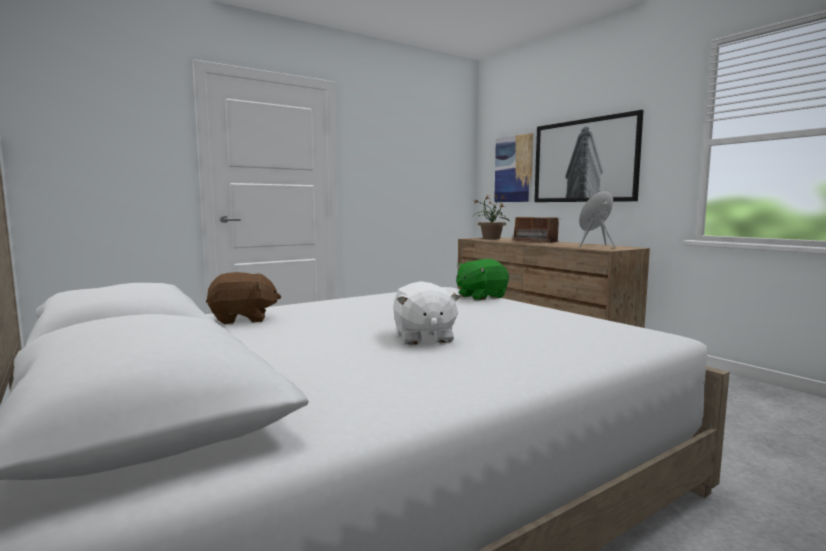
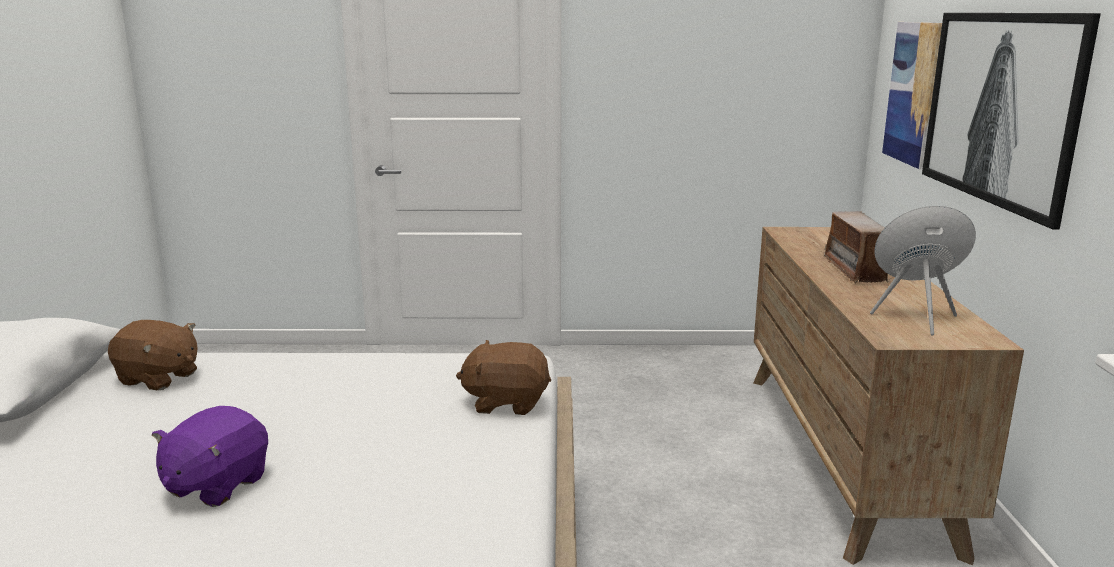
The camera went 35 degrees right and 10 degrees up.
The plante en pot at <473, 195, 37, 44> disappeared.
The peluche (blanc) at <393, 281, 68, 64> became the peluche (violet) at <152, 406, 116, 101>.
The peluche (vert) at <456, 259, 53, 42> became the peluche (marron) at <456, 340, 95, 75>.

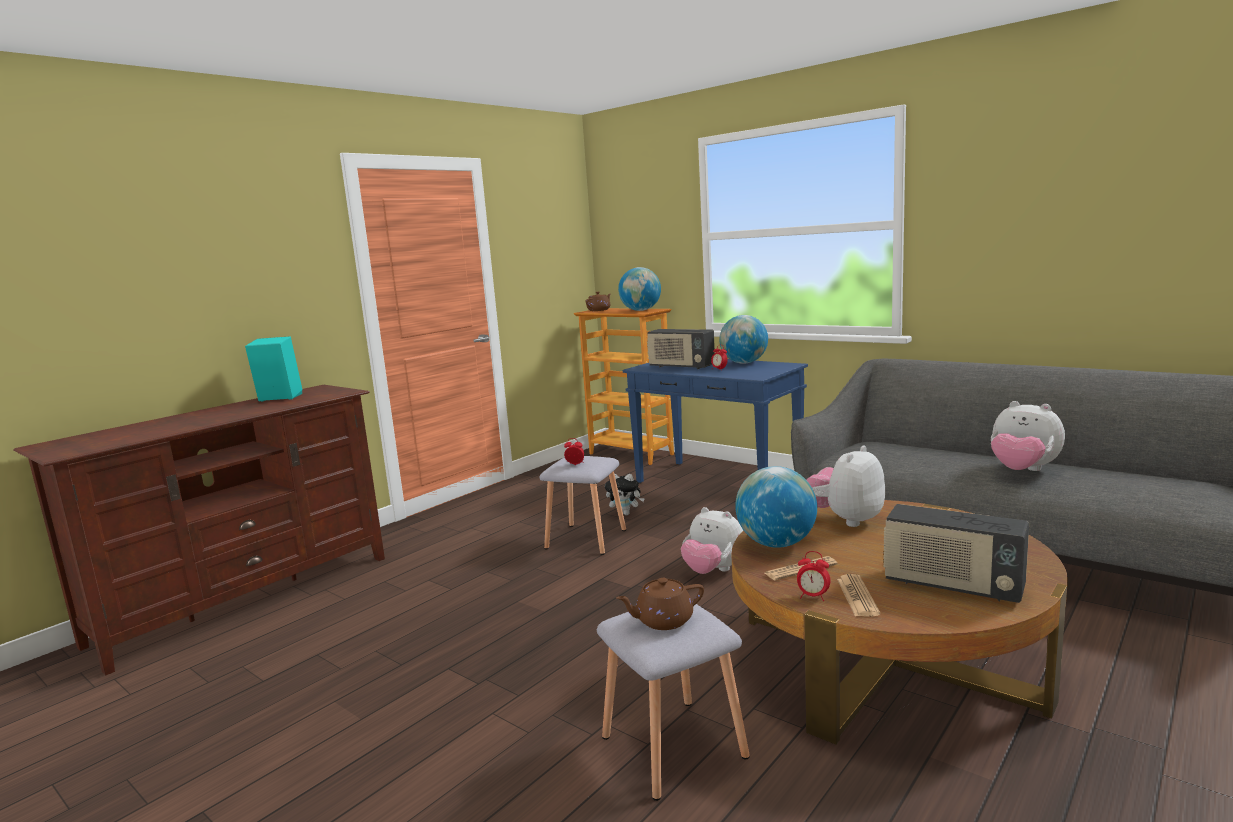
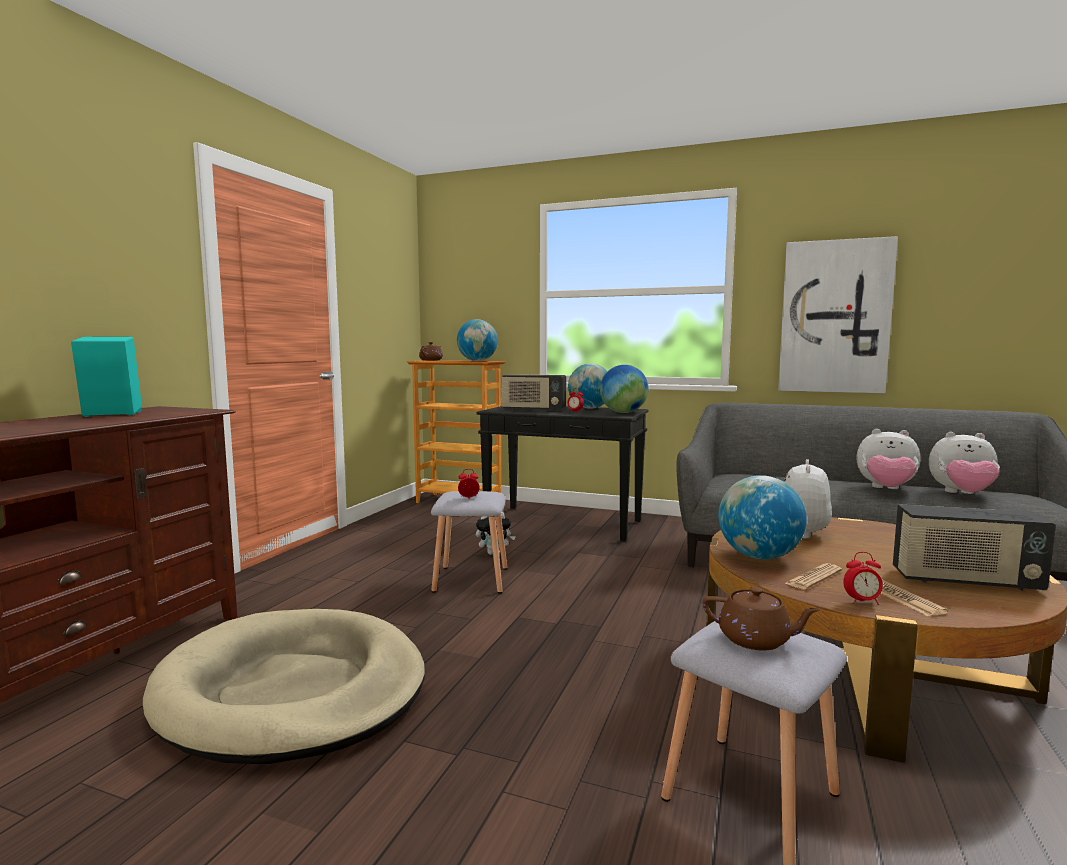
The camera went 20 degrees left and 5 degrees down.
The panier pour chien (beige) at <143, 609, 282, 155> appeared.
The globe at <600, 365, 49, 48> appeared.
The tableau at <778, 236, 120, 157> appeared.
The peluche moved from <681, 507, 62, 67> to <929, 432, 71, 62>.
The table console (bleu) at <623, 359, 185, 124> became the table console (noir) at <477, 406, 172, 136>.
The théière (marron) at <616, 578, 88, 52> turned 120 degrees counterclockwise.

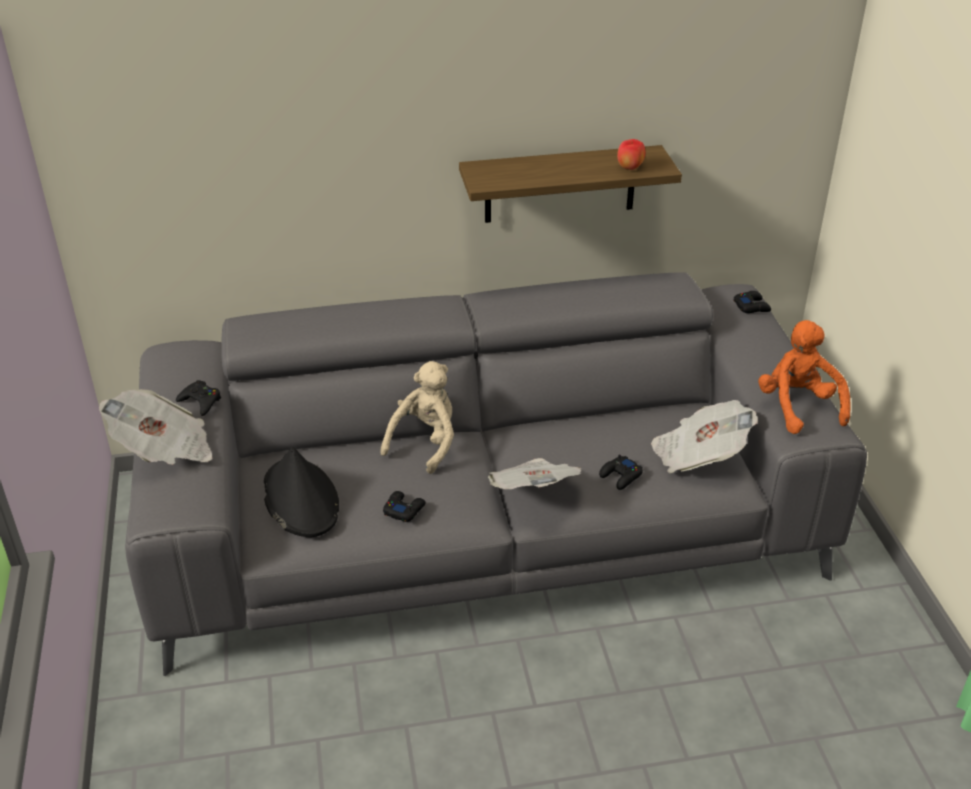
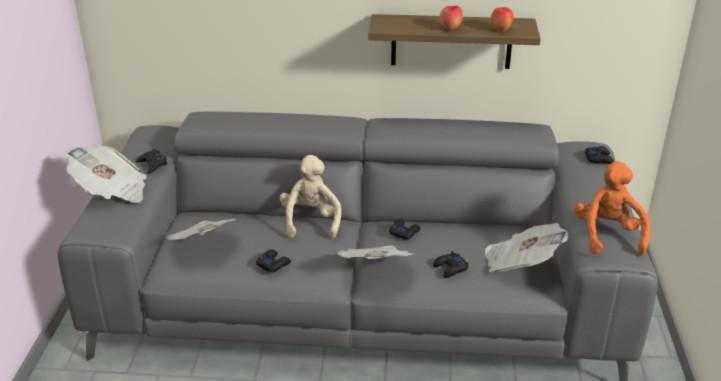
The camera went 15 degrees right and 5 degrees down.
The manette (noir) at <389, 219, 31, 21> appeared.
The pomme at <439, 5, 24, 25> appeared.
The chapeau (noir) at <264, 447, 75, 90> was replaced by the journal at <165, 219, 70, 21>.
The peluche (beige) at <380, 361, 74, 113> turned 45 degrees counterclockwise.

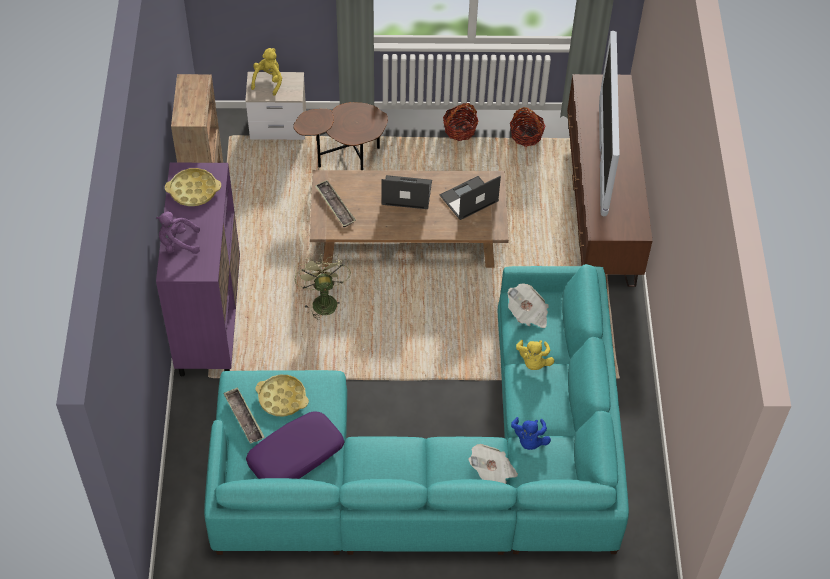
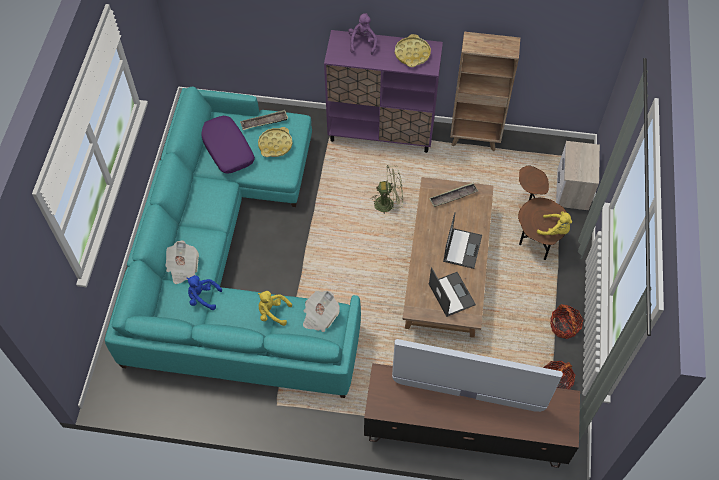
The camera went 100 degrees right and 5 degrees up.
The peluche (jaune) moved from <251, 48, 31, 48> to <537, 211, 35, 24>.

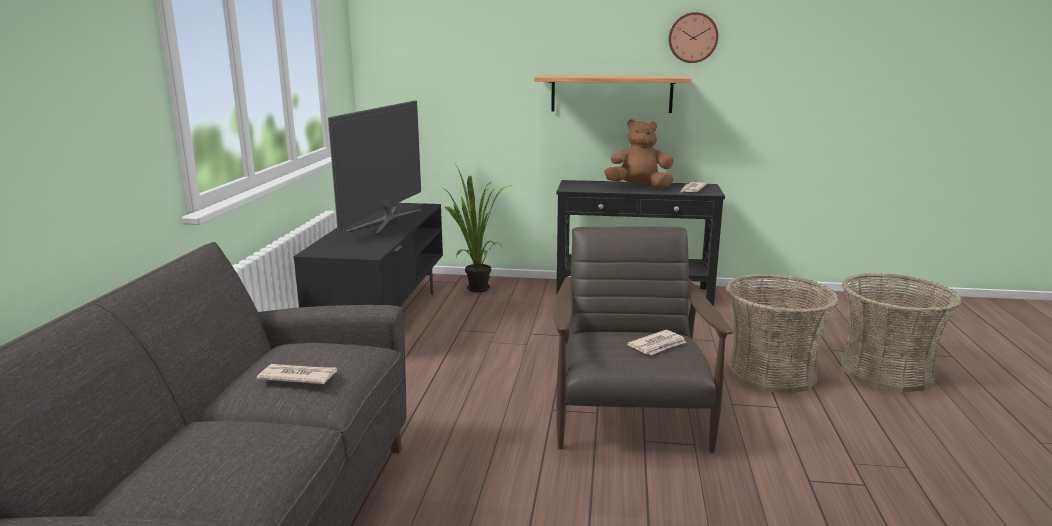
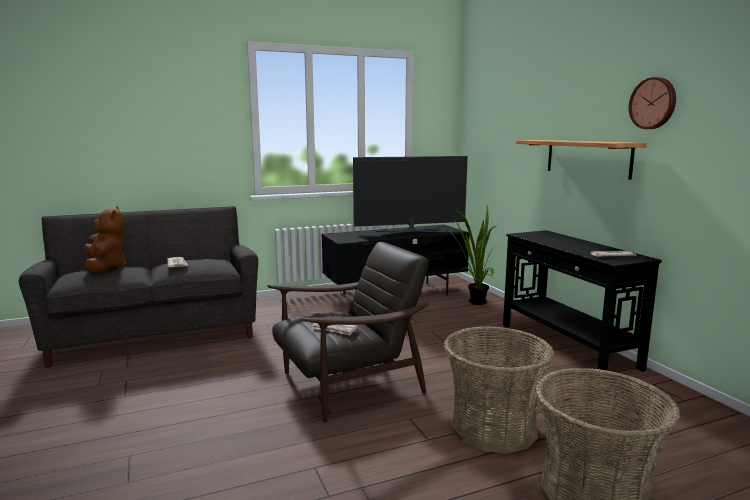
The camera went 60 degrees right and 5 degrees down.
The peluche (marron) moved from <604, 119, 70, 69> to <84, 206, 42, 67>.

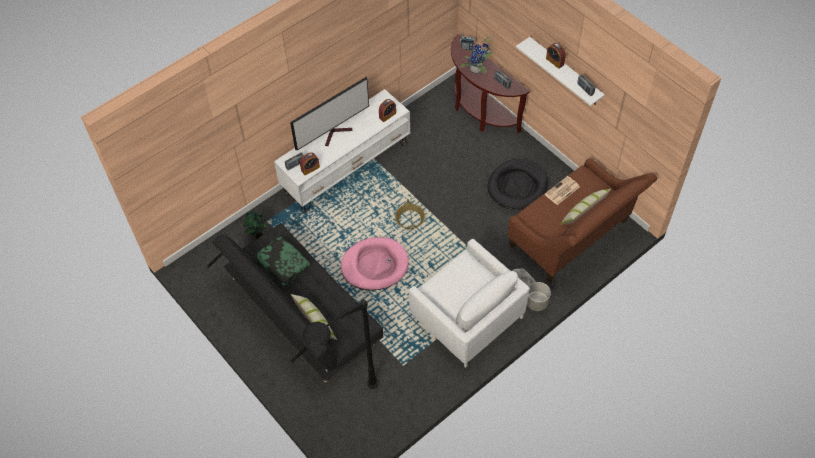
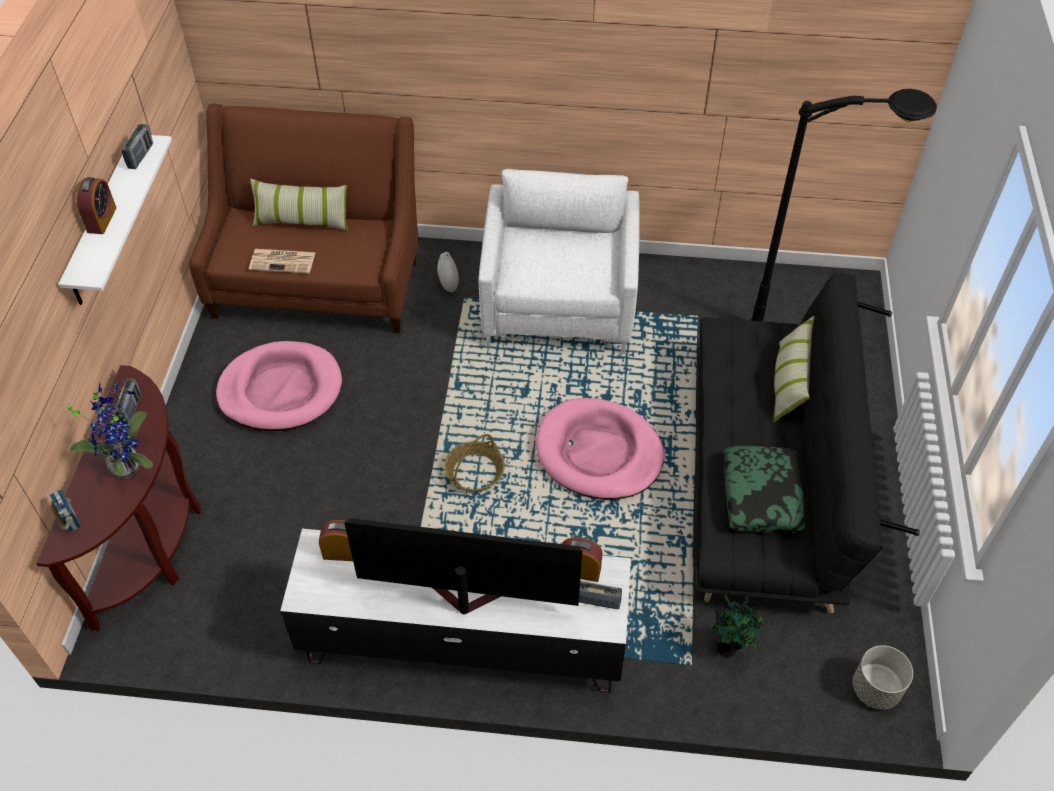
The camera went 135 degrees left and 5 degrees down.
The cache-pot (gris) moved from <527, 282, 24, 29> to <853, 645, 60, 65>.
The panier pour chien (noir) at <488, 159, 60, 51> became the panier pour chien (rose) at <216, 341, 126, 90>.

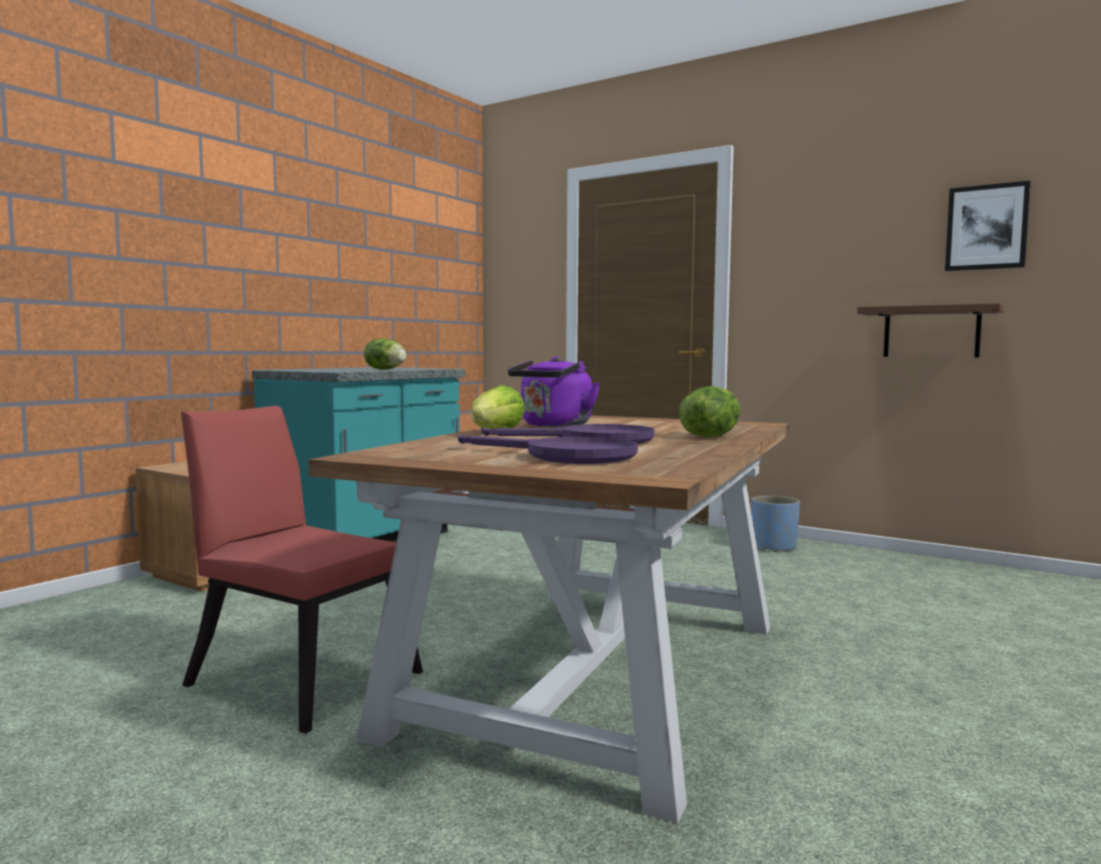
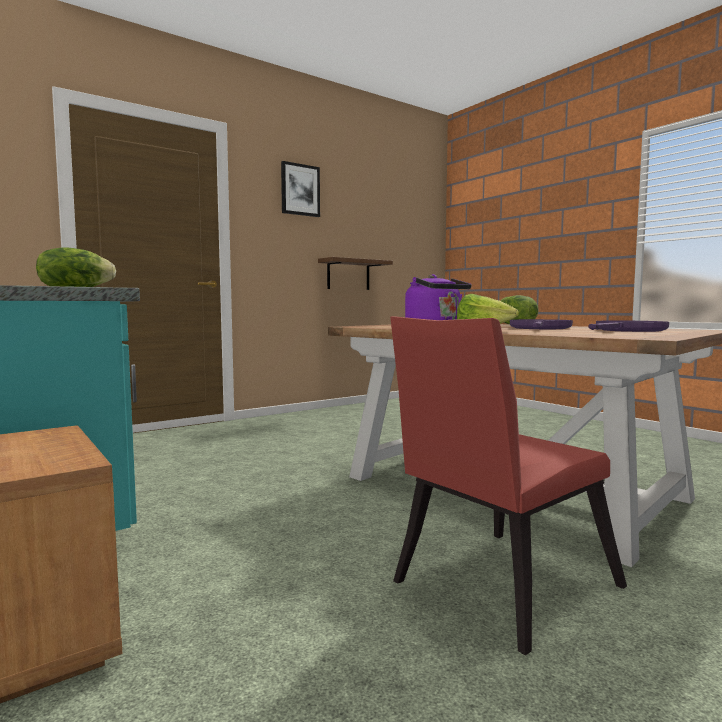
The camera went 70 degrees left and 0 degrees up.
The cache-pot (bleu) at <752, 495, 48, 57> disappeared.
The tableau moved from <945, 181, 86, 90> to <281, 161, 39, 56>.

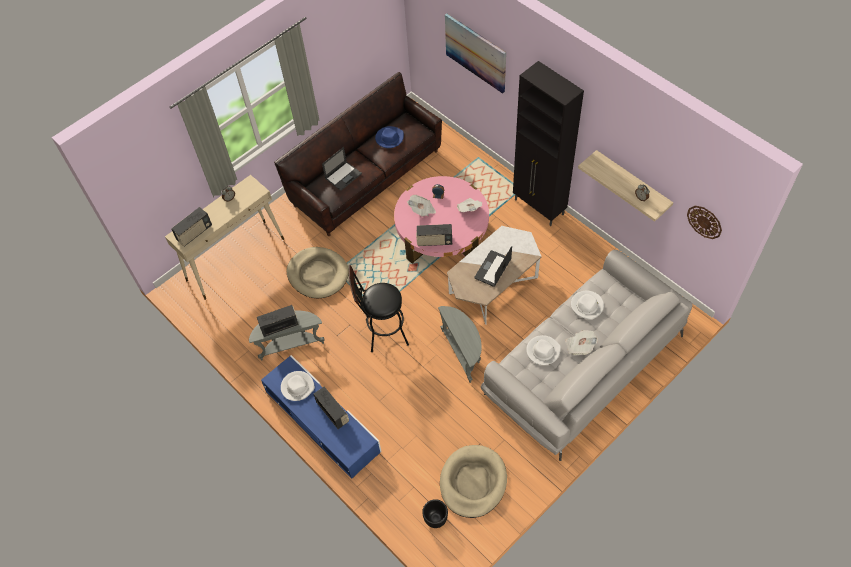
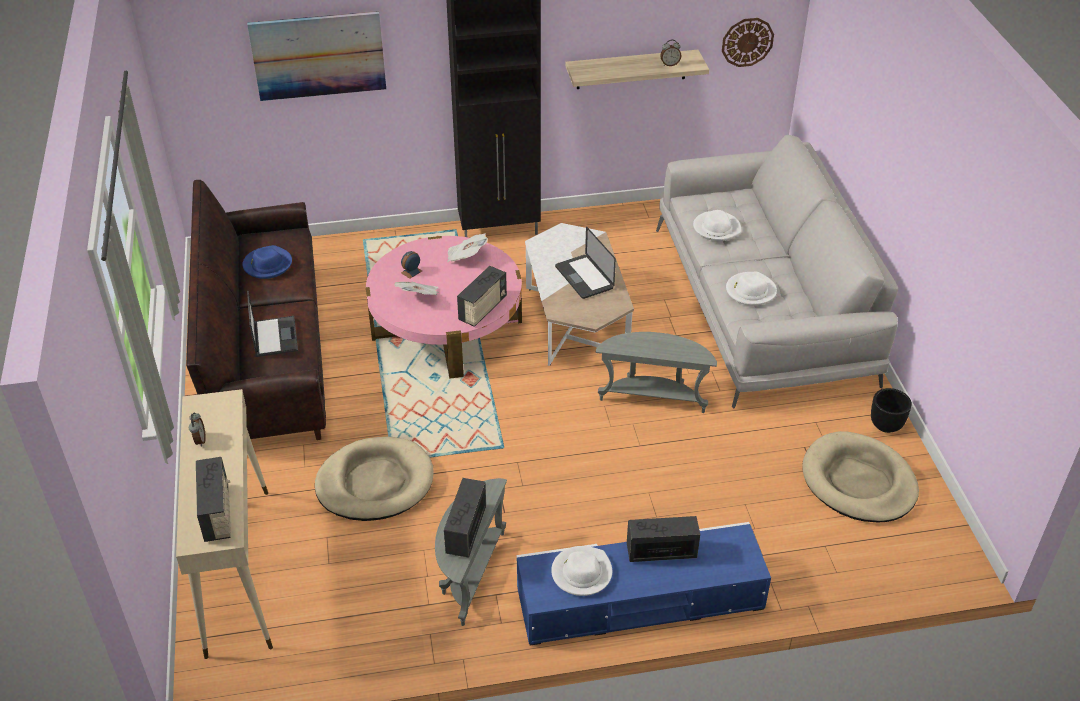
The camera went 60 degrees left and 15 degrees down.
The tabouret (noir) at <349, 265, 60, 87> disappeared.
The journal at <565, 330, 33, 25> disappeared.
The cache-pot (noir) moved from <422, 499, 26, 29> to <871, 388, 41, 45>.

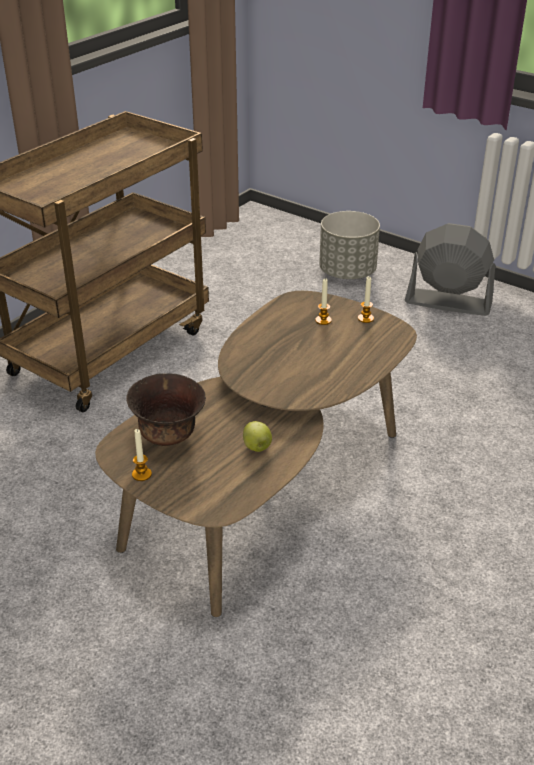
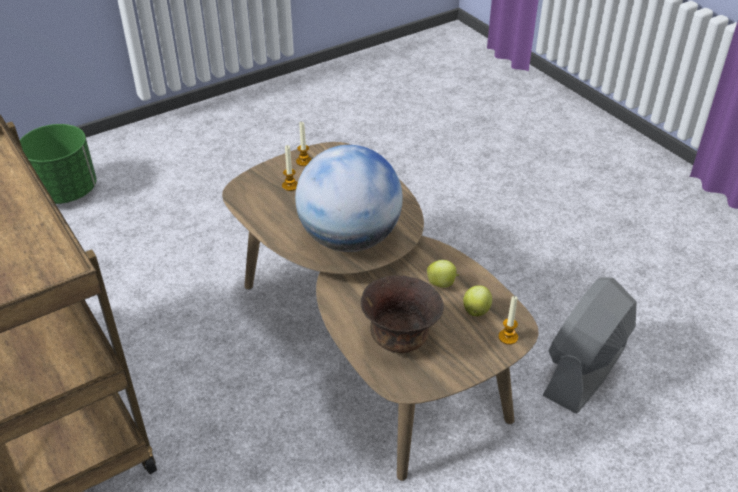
The camera went 70 degrees left and 5 degrees up.
The globe at <295, 145, 108, 107> appeared.
The pomme at <463, 285, 29, 31> appeared.
The bougie moved from <132, 429, 20, 52> to <498, 296, 20, 49>.
The ventilateur (gris) moved from <404, 223, 92, 93> to <542, 277, 95, 137>.
The cache-pot (gris) at <319, 211, 61, 68> became the cache-pot (vert) at <20, 124, 77, 80>.

